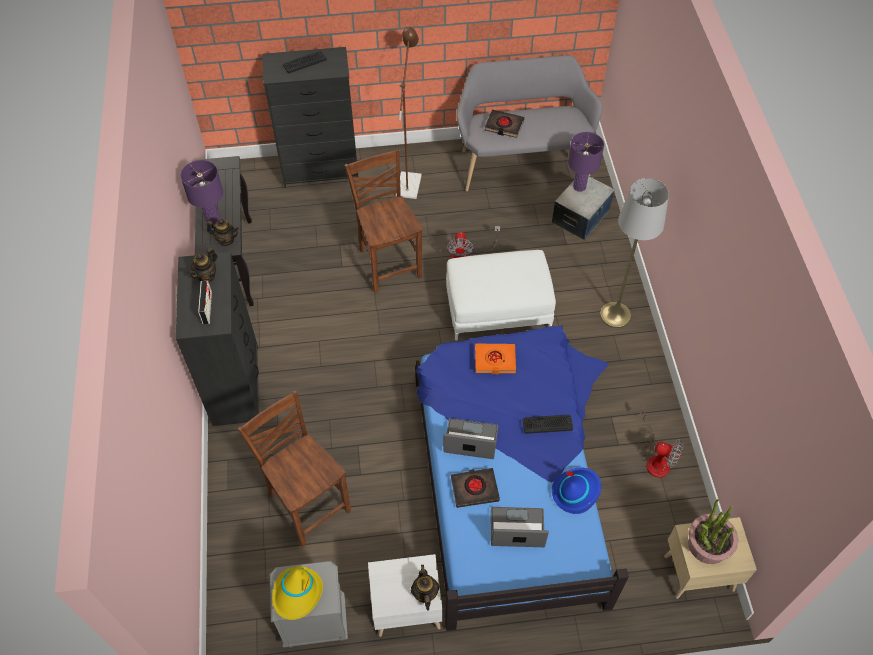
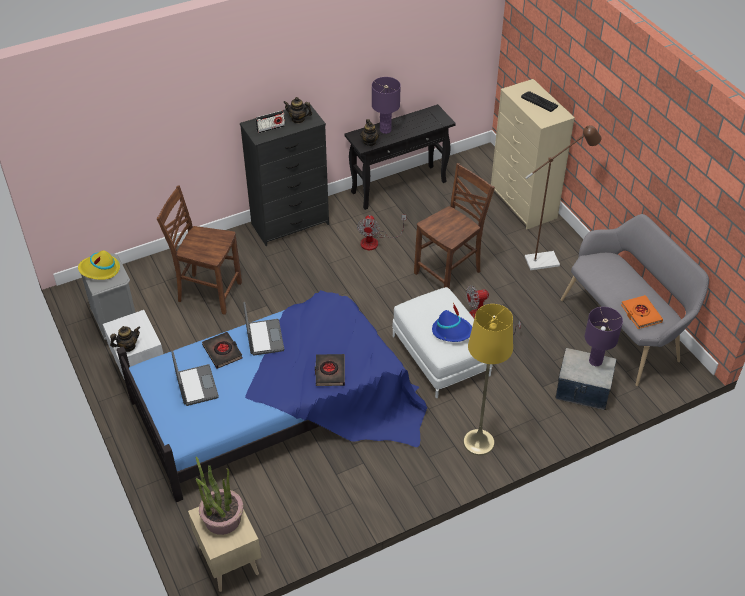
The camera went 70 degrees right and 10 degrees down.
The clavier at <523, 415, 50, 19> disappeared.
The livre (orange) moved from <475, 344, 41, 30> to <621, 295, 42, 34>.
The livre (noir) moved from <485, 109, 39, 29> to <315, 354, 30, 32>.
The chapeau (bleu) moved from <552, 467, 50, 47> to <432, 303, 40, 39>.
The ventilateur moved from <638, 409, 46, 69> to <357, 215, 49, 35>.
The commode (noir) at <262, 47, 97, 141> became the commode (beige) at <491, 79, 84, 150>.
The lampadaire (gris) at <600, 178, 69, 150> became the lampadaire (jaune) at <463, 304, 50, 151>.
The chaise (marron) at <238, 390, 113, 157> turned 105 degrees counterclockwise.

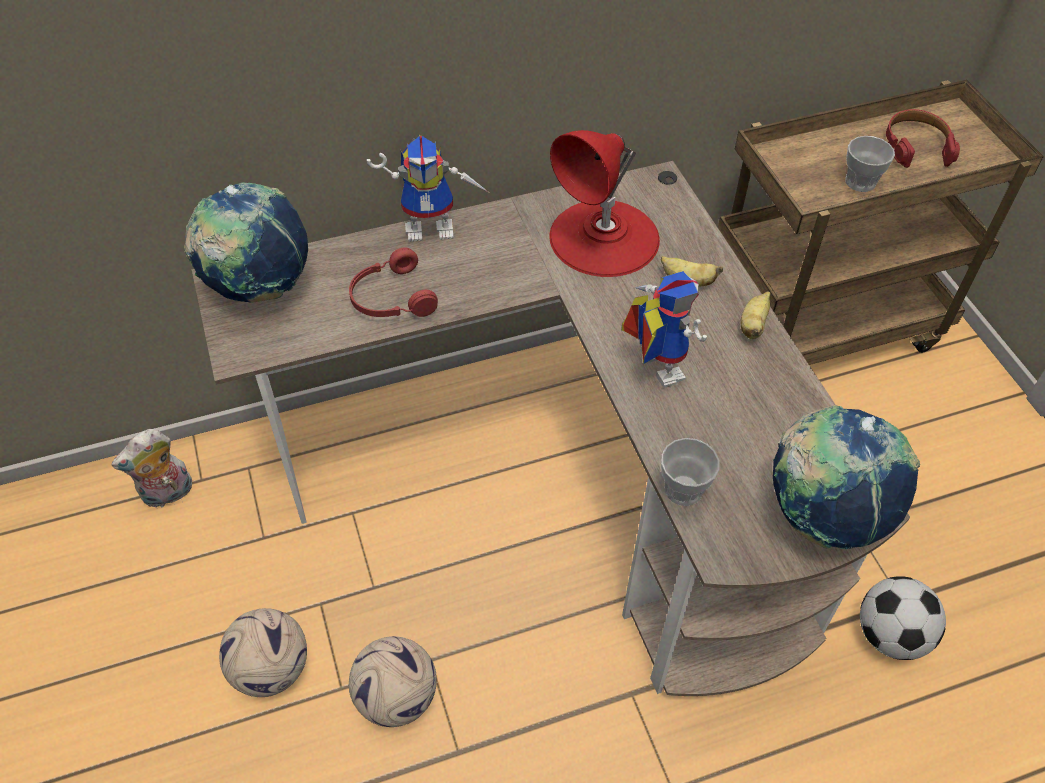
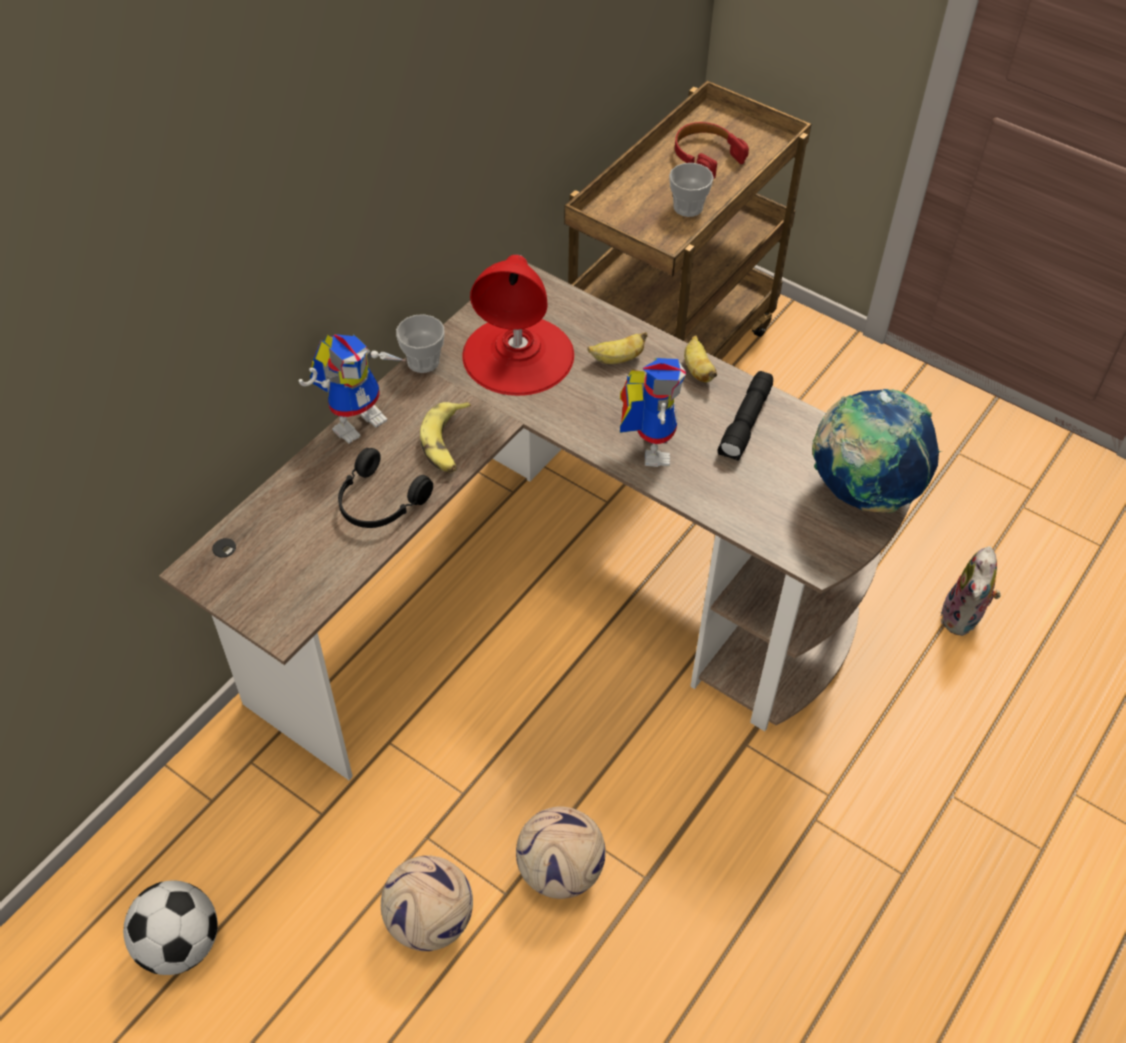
The camera went 35 degrees left and 0 degrees up.
The globe at <184, 182, 124, 121> disappeared.
The banane at <420, 402, 51, 70> appeared.
The lampe de poche (noir) at <718, 371, 55, 90> appeared.
The peluche moved from <111, 429, 81, 79> to <941, 546, 60, 90>.
The tasse moved from <661, 438, 59, 68> to <396, 314, 49, 59>.
The ballon de foot moved from <860, 576, 86, 84> to <123, 881, 95, 94>.
The casque audio (rouge) at <349, 248, 89, 69> became the casque audio (noir) at <338, 448, 95, 80>.
The robot jouet at <621, 271, 86, 117> turned 60 degrees clockwise.

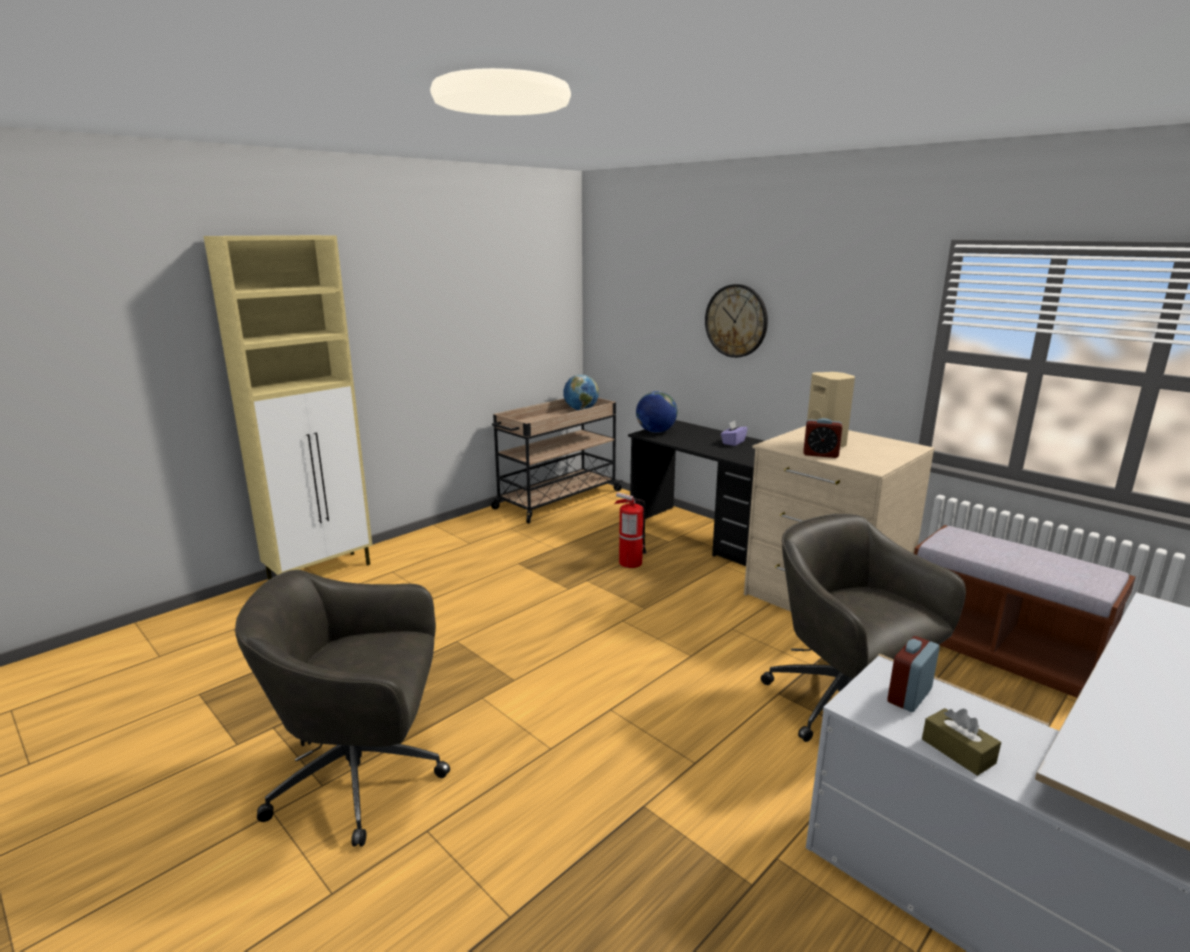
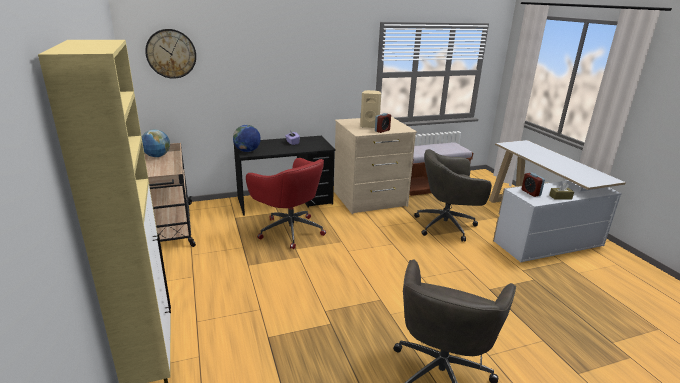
The camera went 65 degrees left and 5 degrees up.
The horloge murale moved from <705, 284, 63, 74> to <145, 29, 51, 50>.
The extincteur at <615, 492, 32, 76> was replaced by the chaise de bureau (rouge) at <246, 158, 80, 91>.

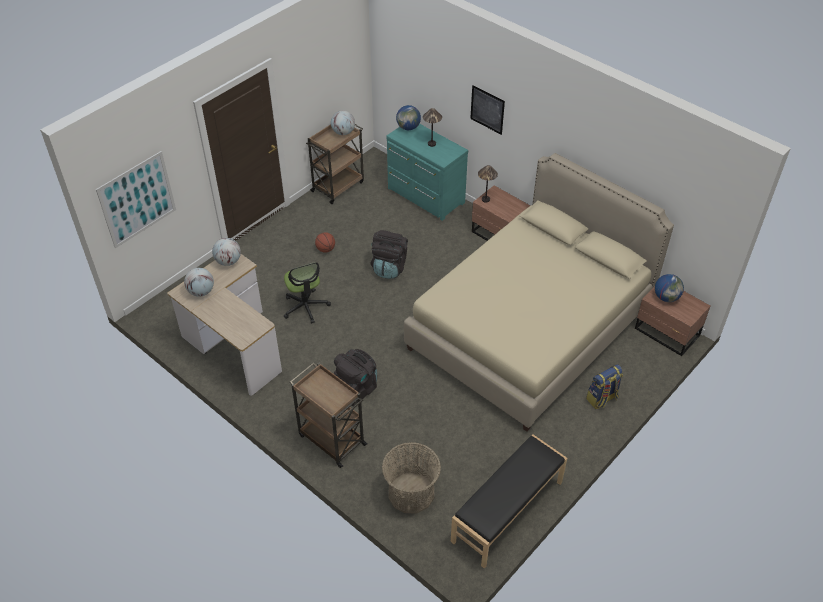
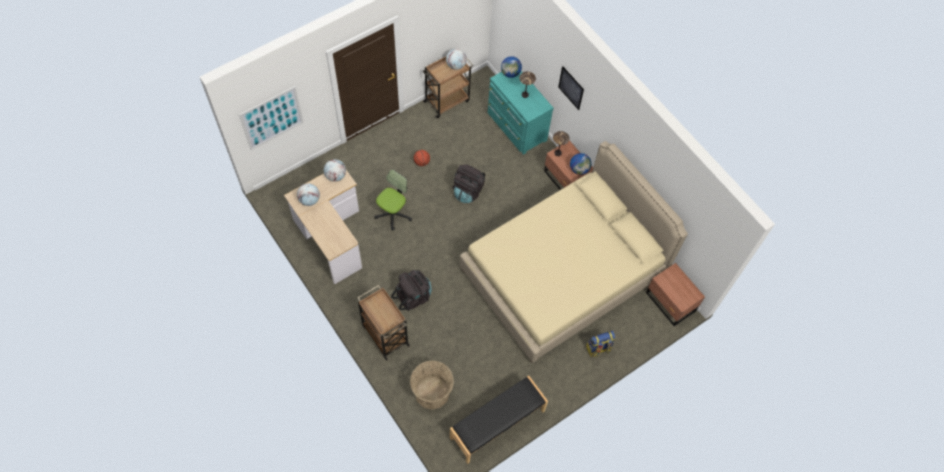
The camera went 10 degrees right and 15 degrees up.
The globe moved from <655, 274, 29, 28> to <570, 153, 22, 22>.
The chaise de bureau at <284, 262, 47, 62> turned 135 degrees counterclockwise.

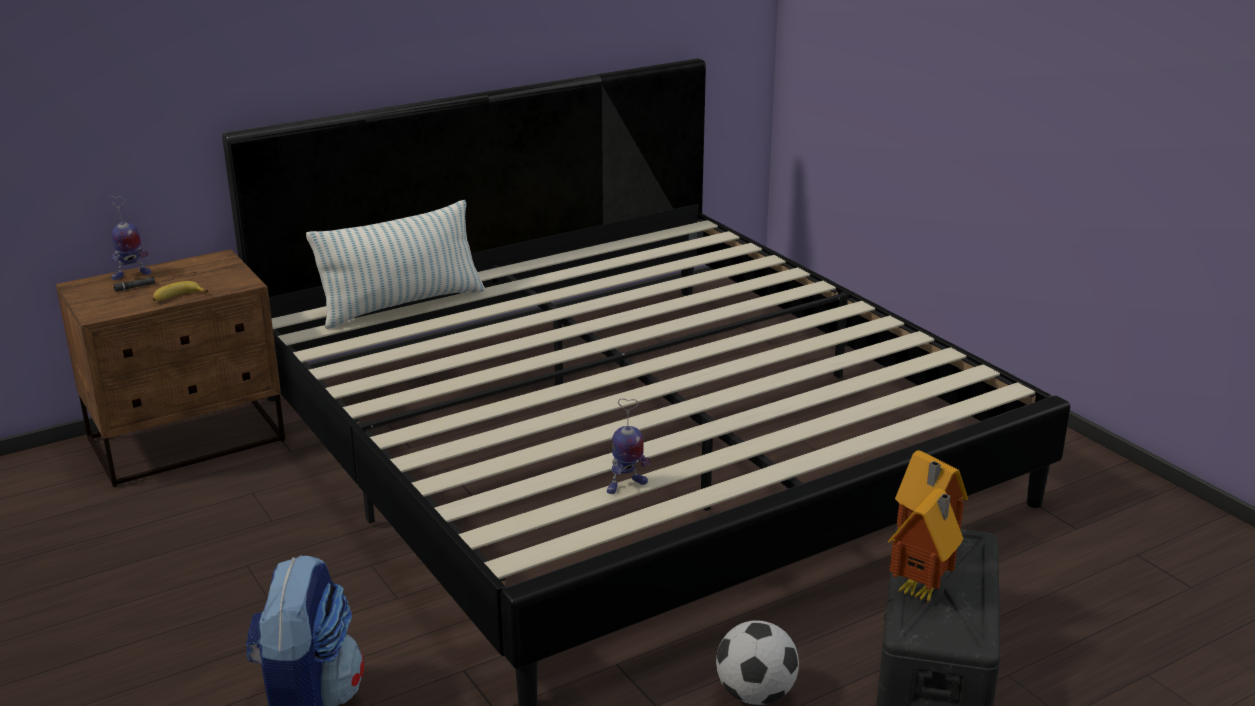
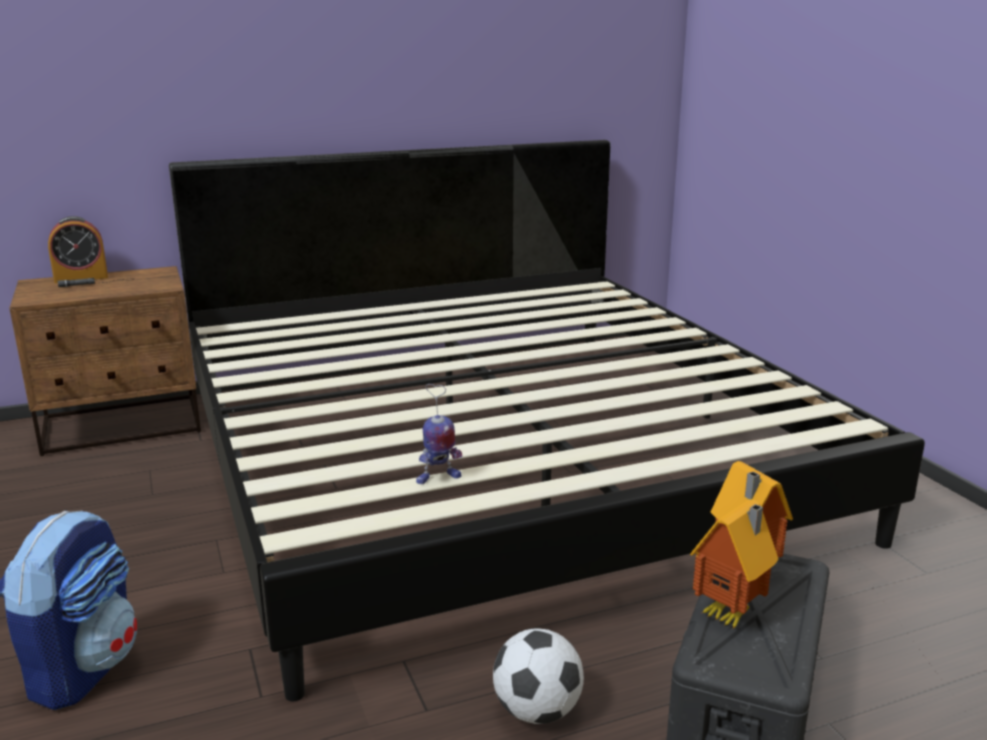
The camera went 10 degrees right and 5 degrees down.
The banane at <152, 281, 56, 20> disappeared.
The coussin at <306, 200, 179, 129> disappeared.
The robot jouet at <108, 196, 43, 84> was replaced by the réveil at <48, 216, 60, 67>.

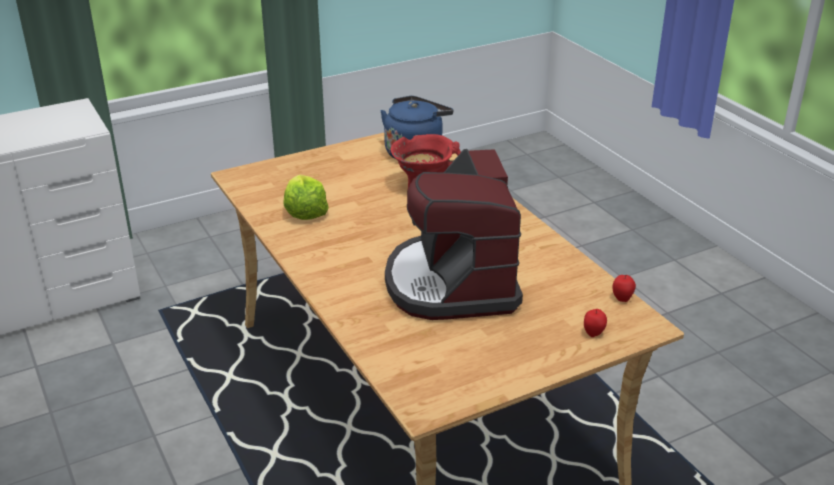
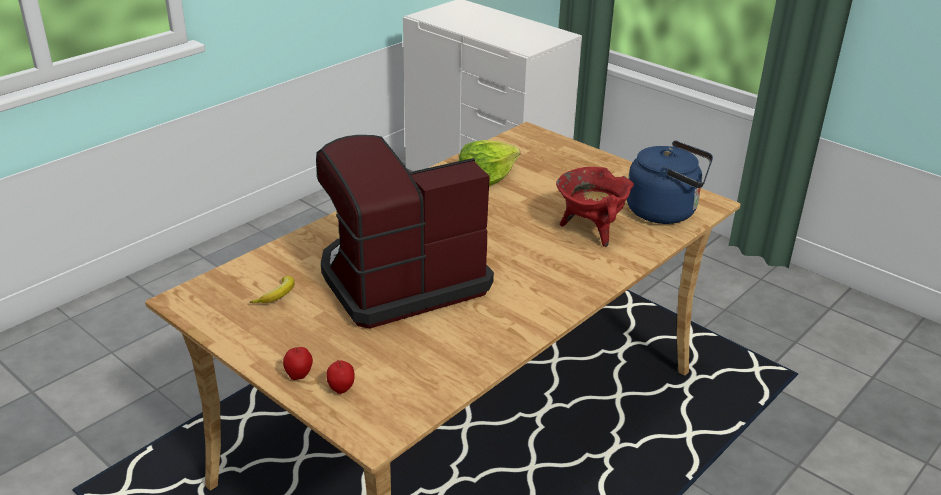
The camera went 70 degrees right and 0 degrees up.
The banane at <249, 276, 46, 27> appeared.
The pomme moved from <612, 275, 24, 27> to <283, 347, 30, 33>.

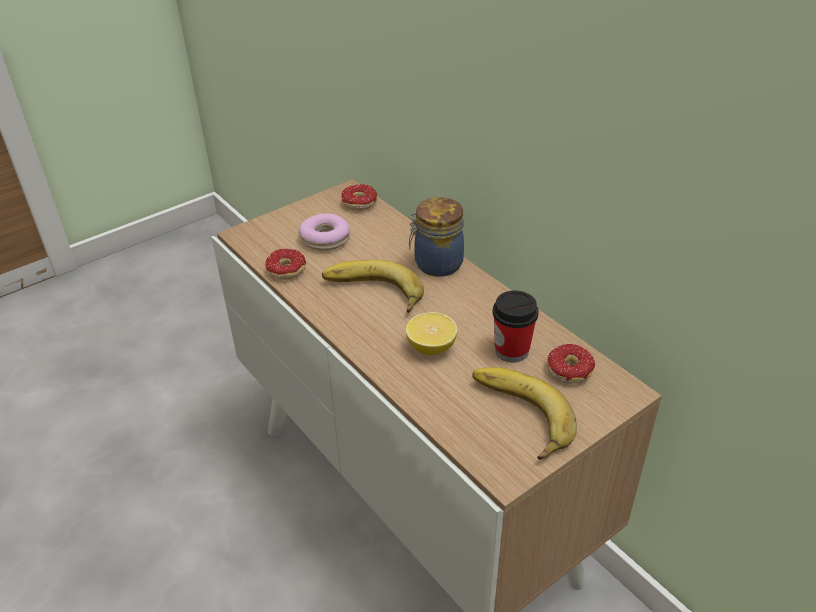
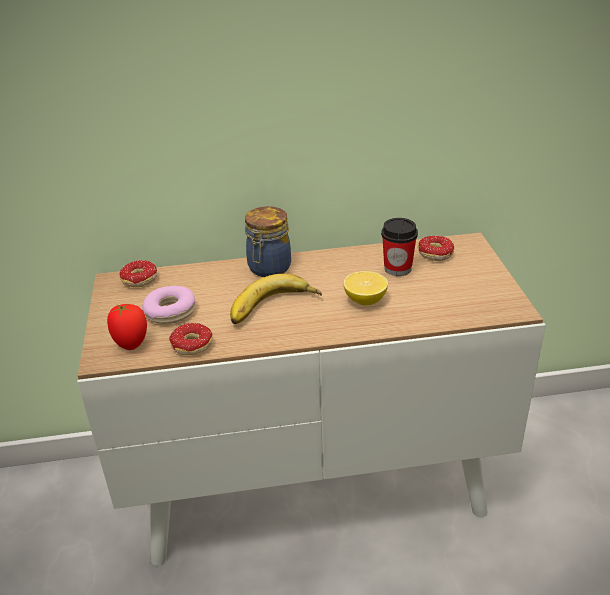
The camera went 60 degrees left and 5 degrees down.
The banane at <472, 367, 105, 93> disappeared.
The tomate at <107, 304, 40, 46> appeared.

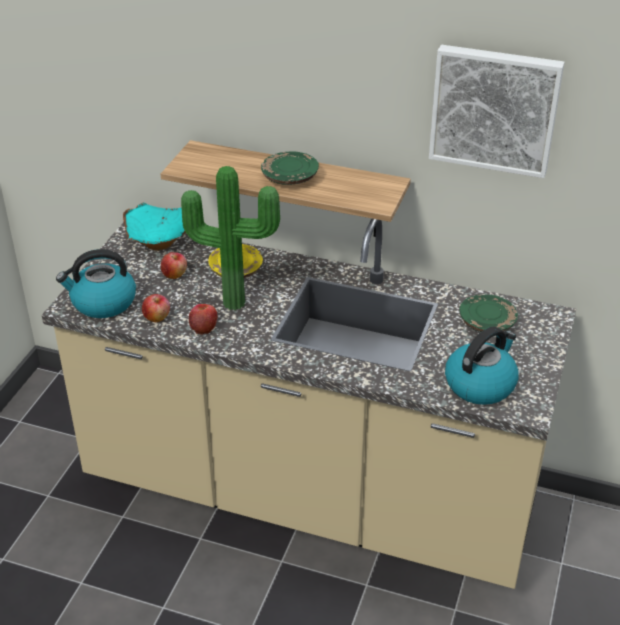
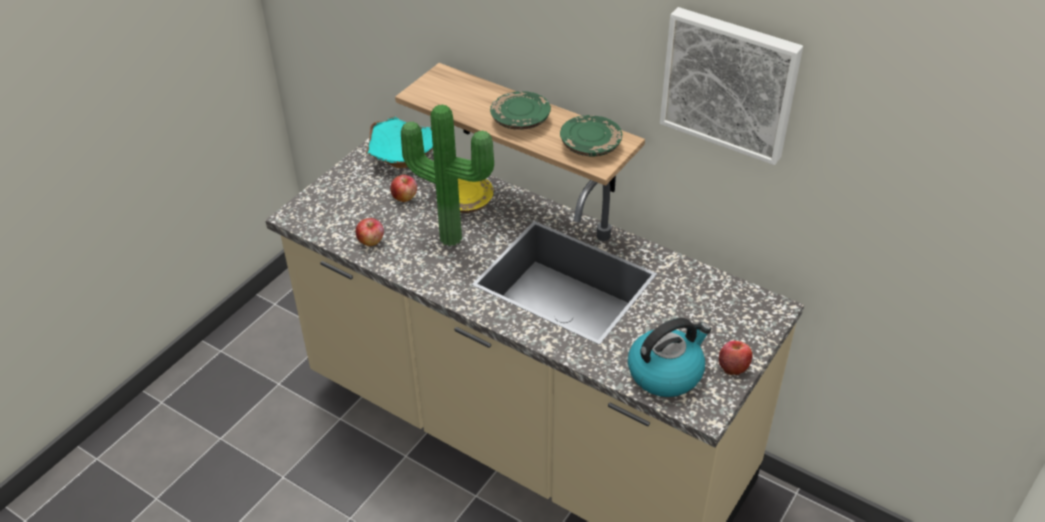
The camera went 15 degrees right and 5 degrees up.
The bouilloire at <56, 249, 80, 69> disappeared.
The pomme moved from <189, 304, 28, 31> to <719, 341, 33, 34>.
The assiette (vert) moved from <460, 295, 58, 37> to <560, 115, 62, 41>.

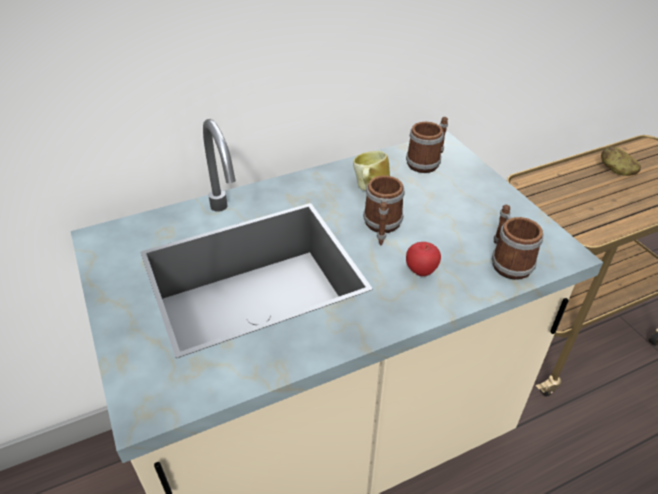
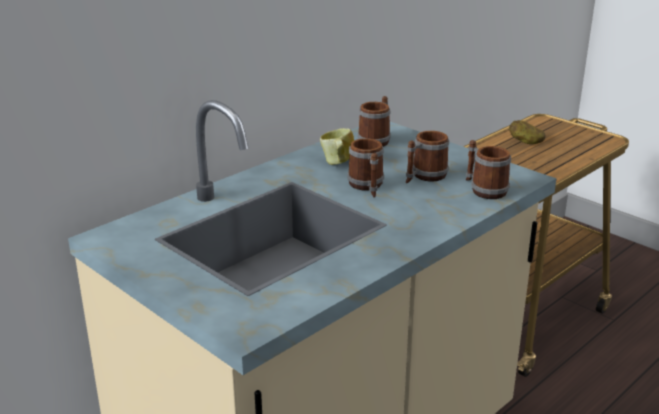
The camera went 20 degrees left and 15 degrees down.
The pomme at <406, 242, 35, 34> disappeared.
The mug at <406, 131, 43, 52> appeared.

